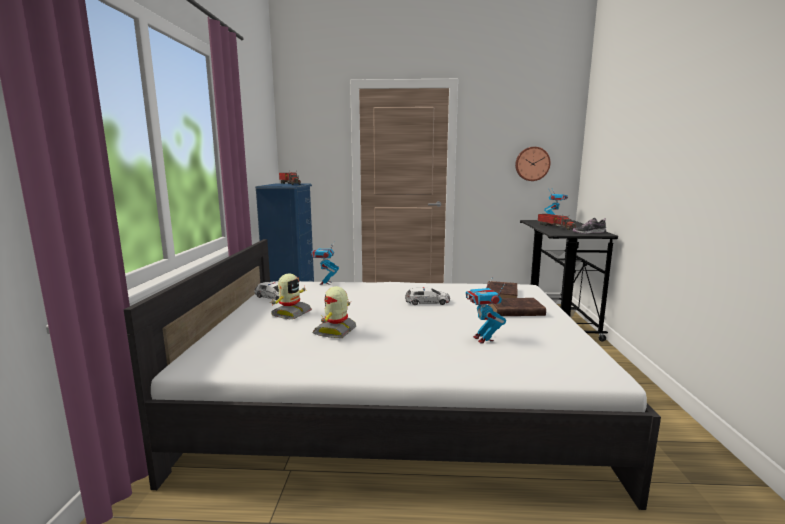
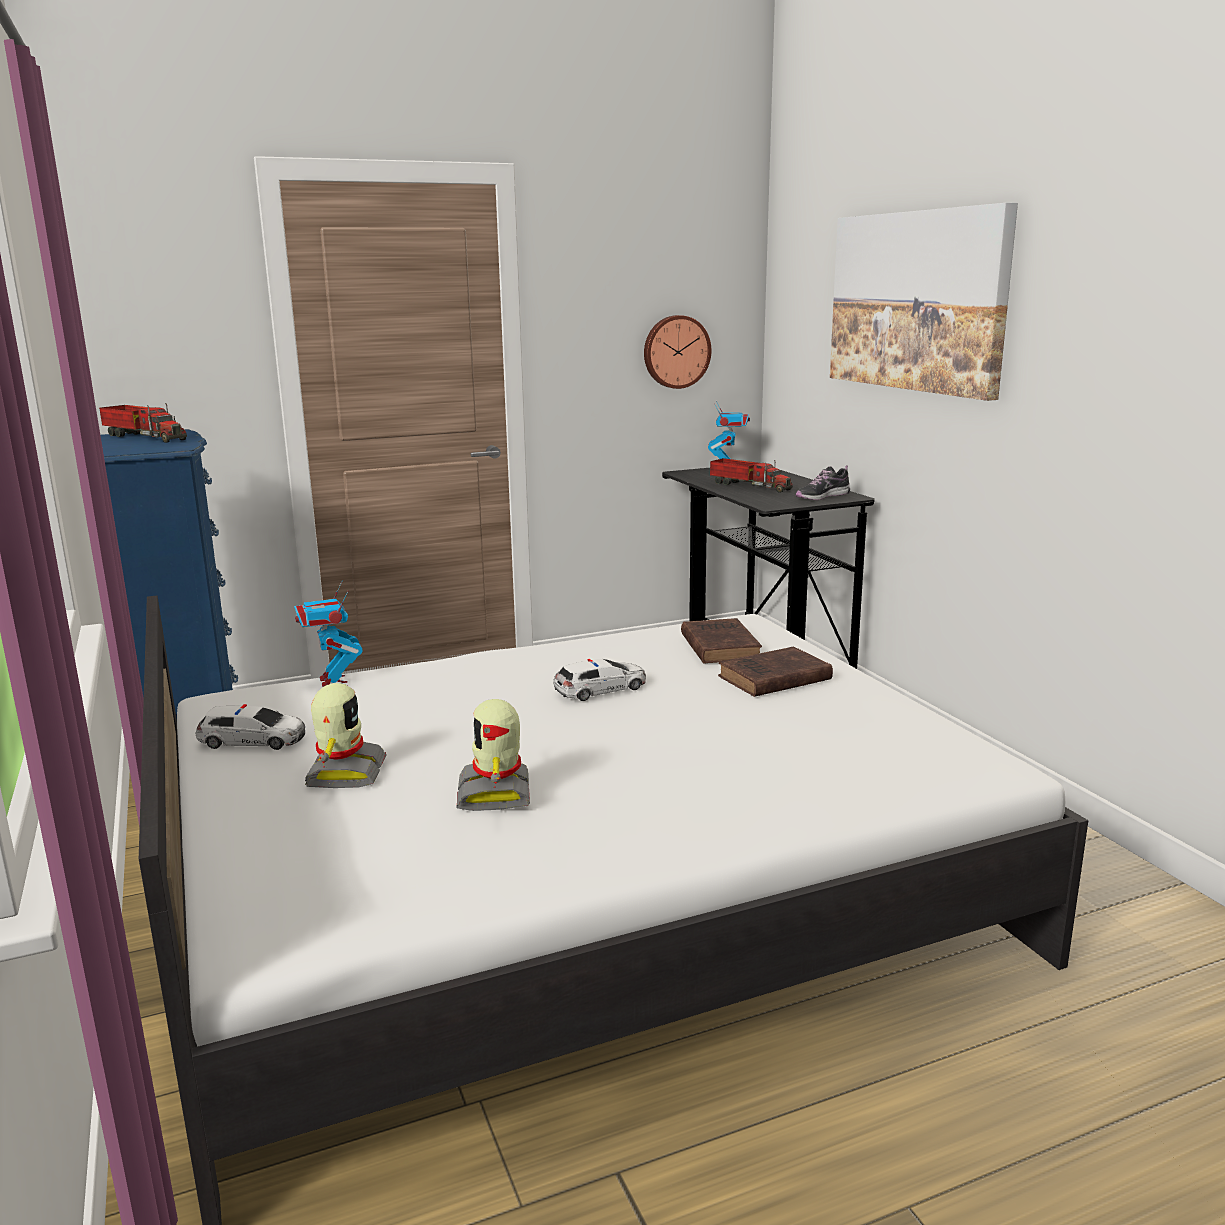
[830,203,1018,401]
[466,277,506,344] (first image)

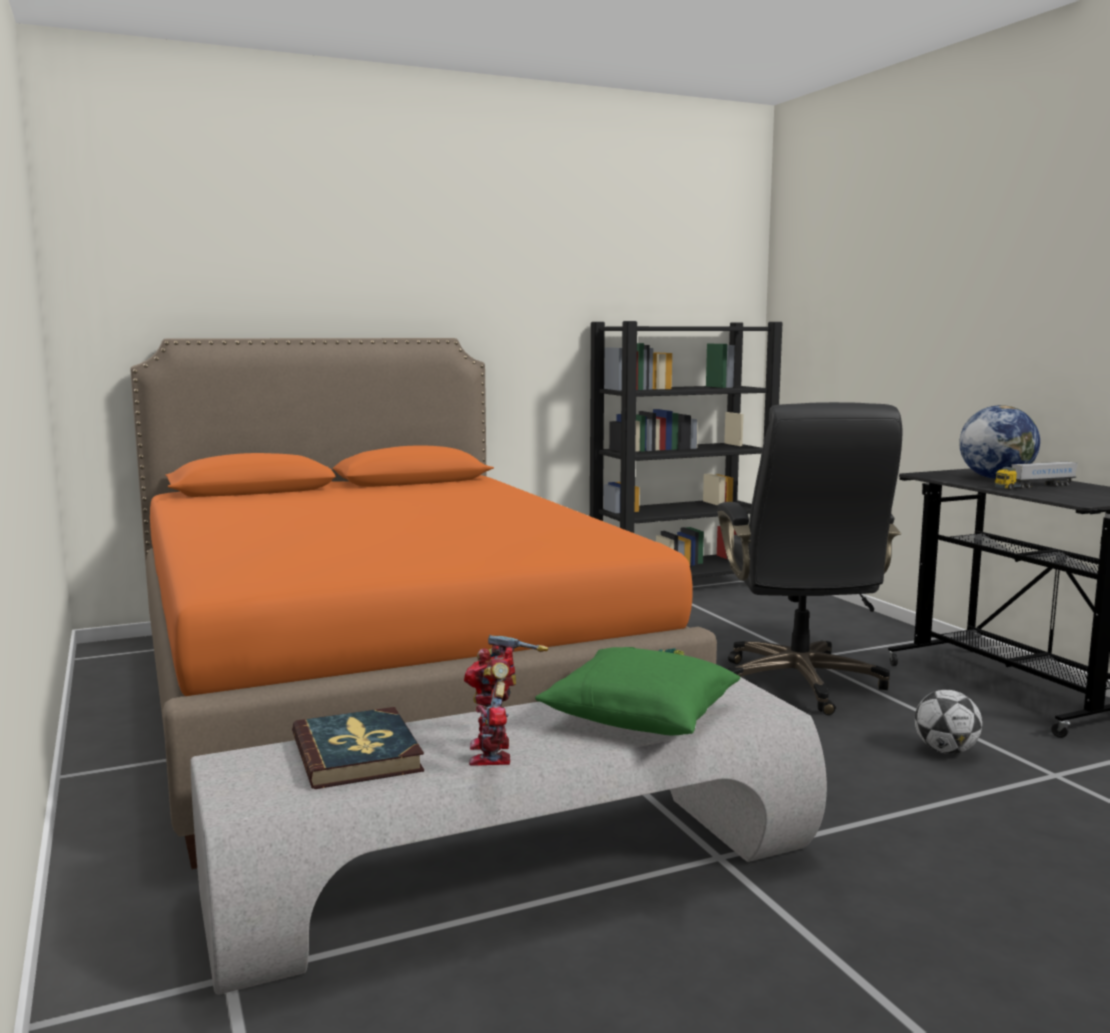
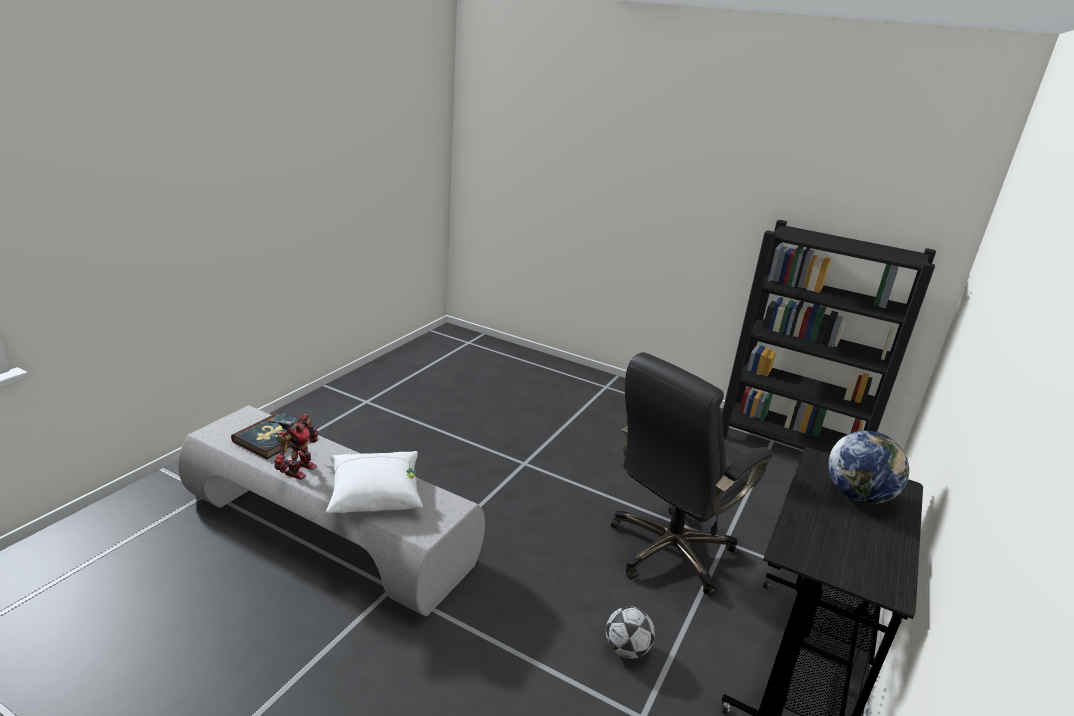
[269,414,318,480]
[326,451,423,514]
[130,338,717,869] (first image)
[995,461,1078,490] (first image)

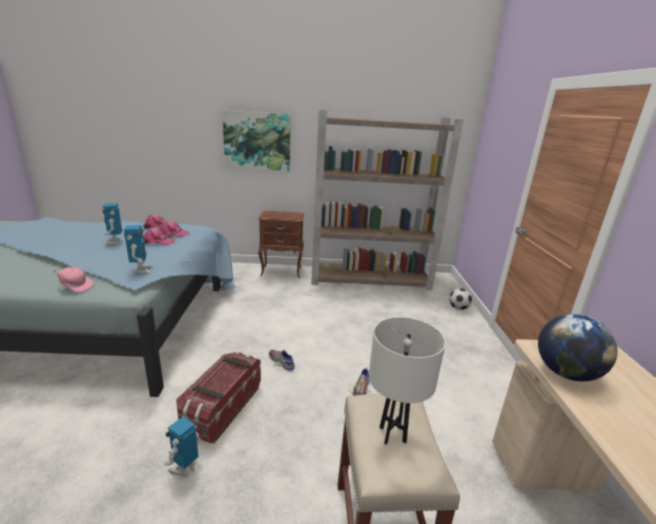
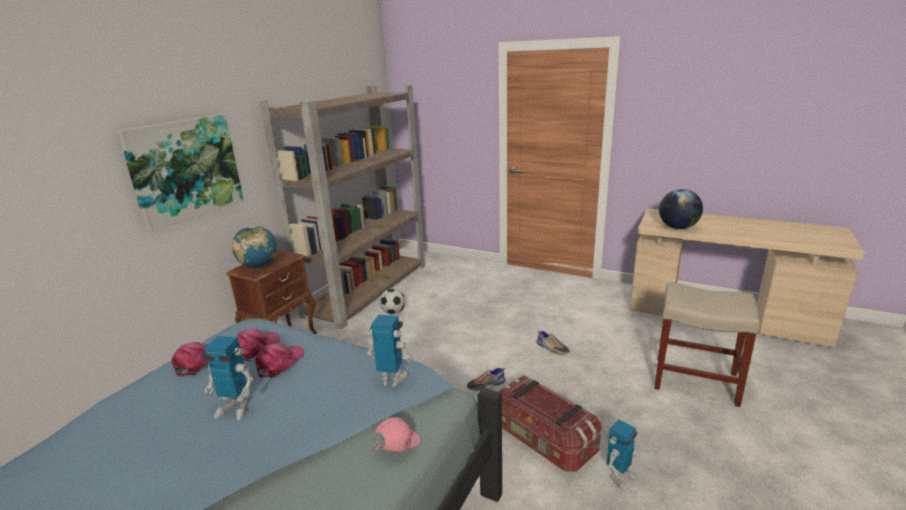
[232,226,277,268]
[379,289,405,314]
[606,420,638,492]
[369,317,446,445] (first image)

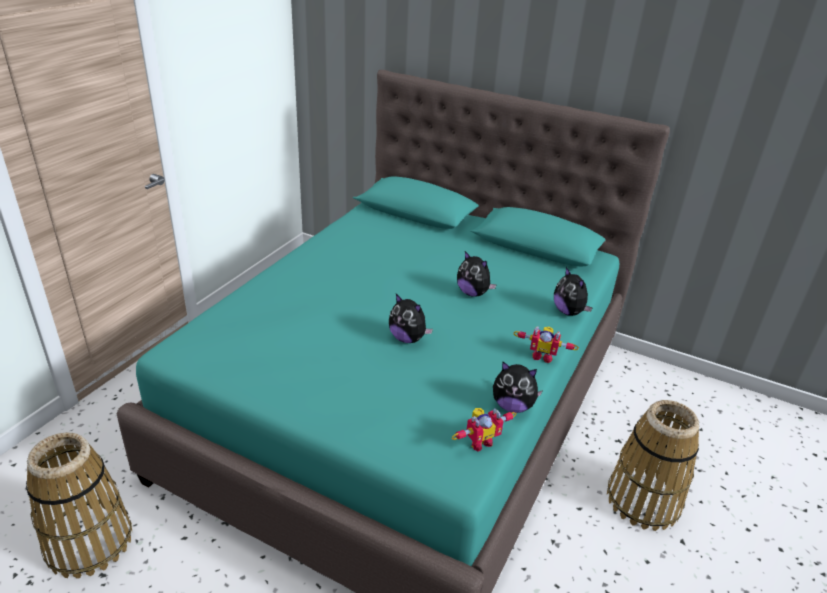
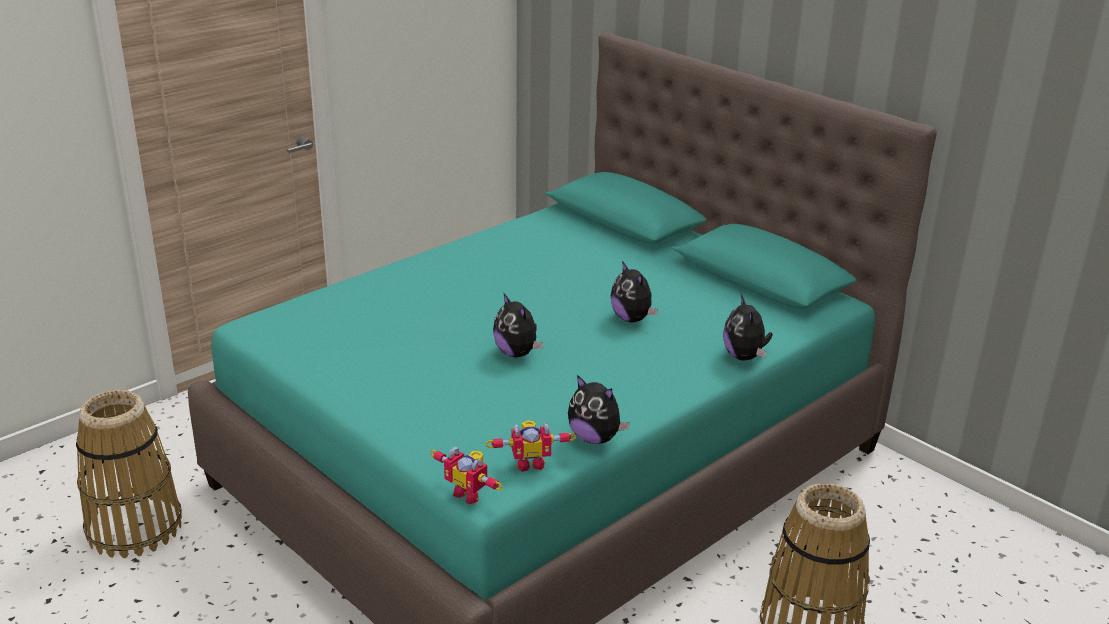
[430,447,503,504]

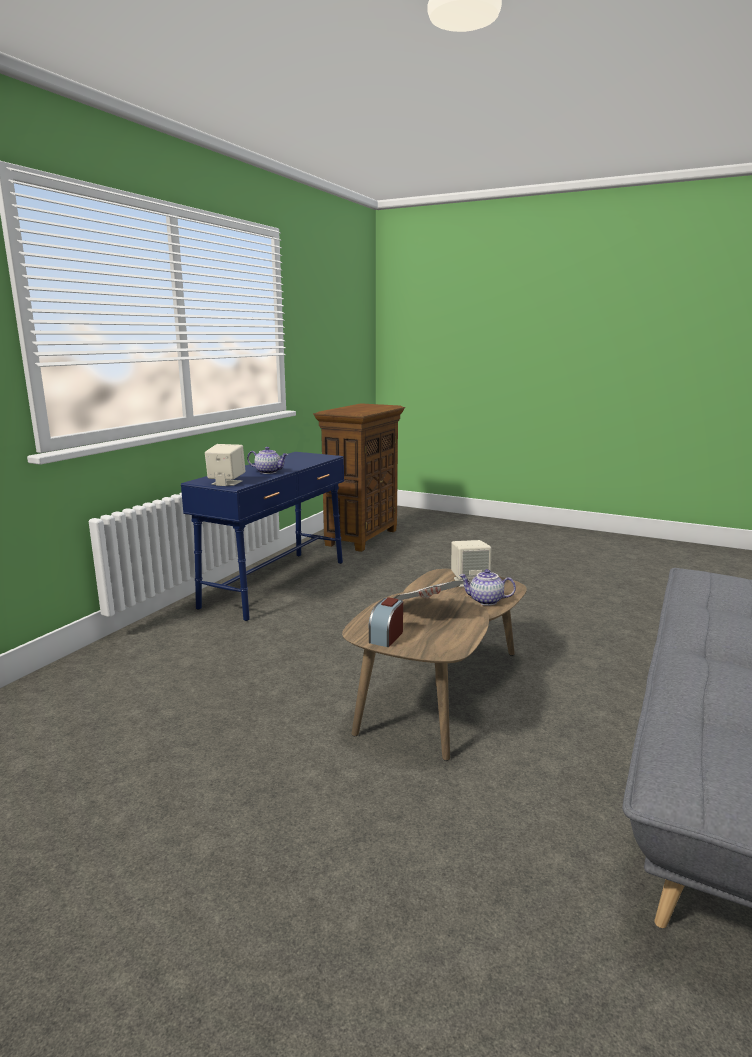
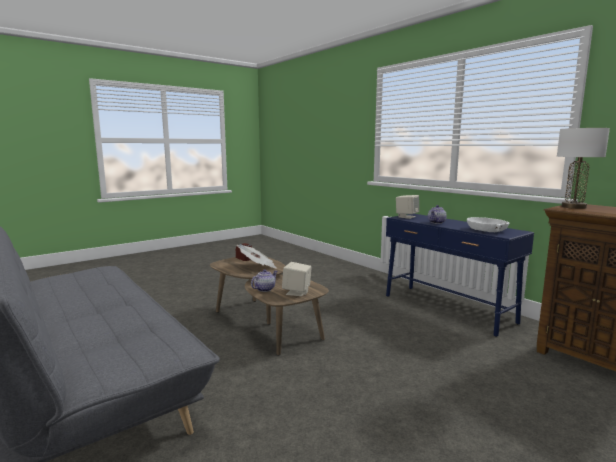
[467,217,509,232]
[557,128,610,209]

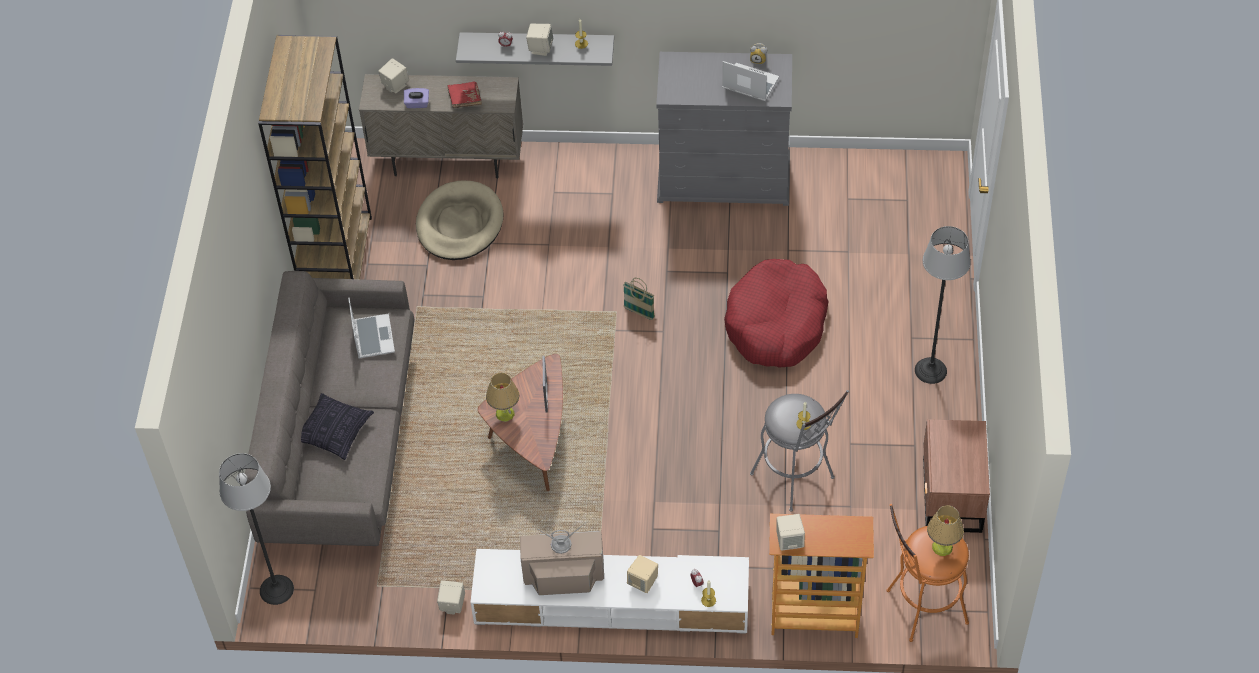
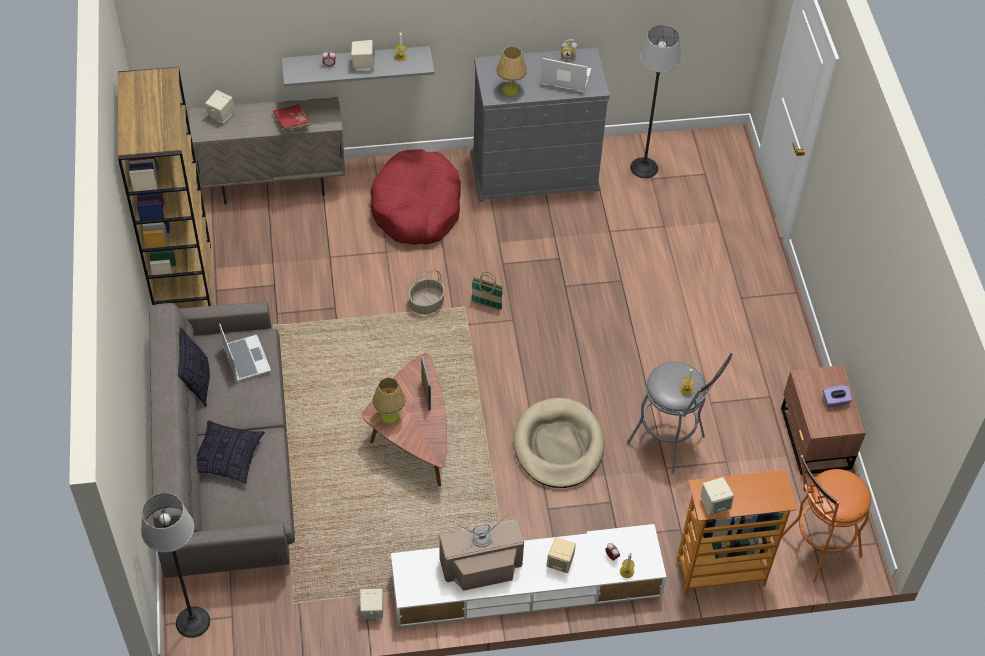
[178,327,210,407]
[370,149,461,245]
[408,269,445,314]
[496,46,527,96]
[514,398,604,488]
[630,25,681,178]
[823,385,852,408]

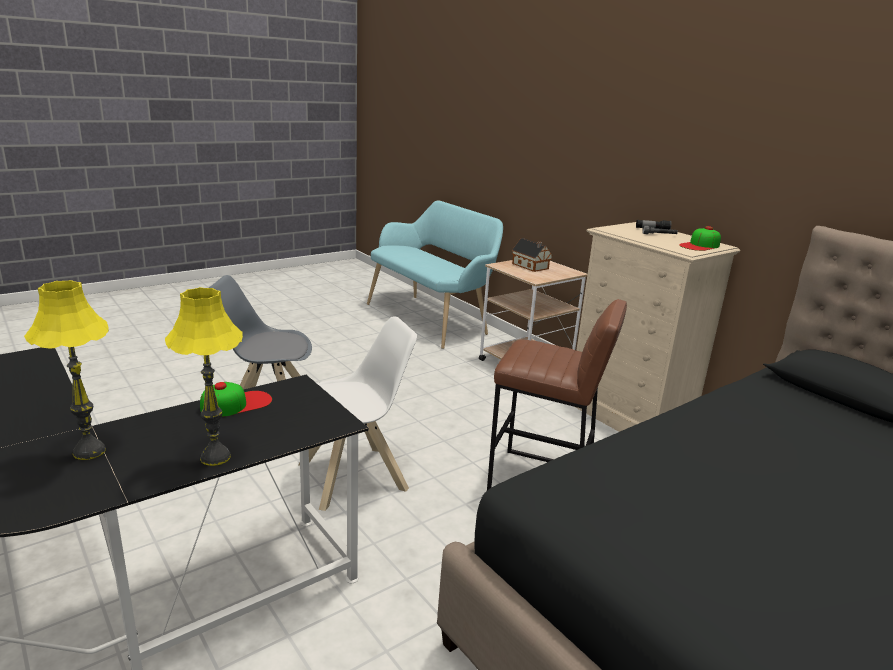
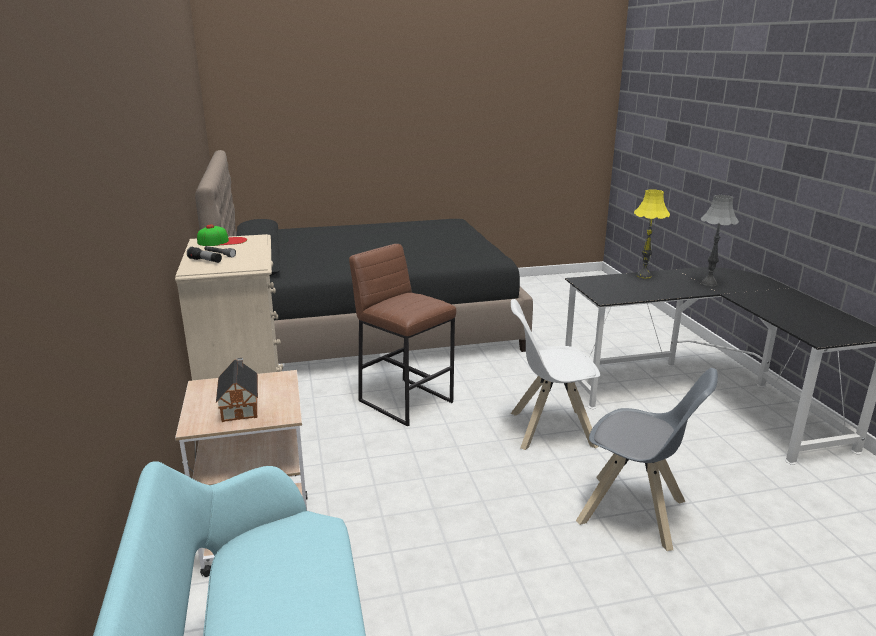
[701,195,739,287]
[200,382,272,417] (first image)

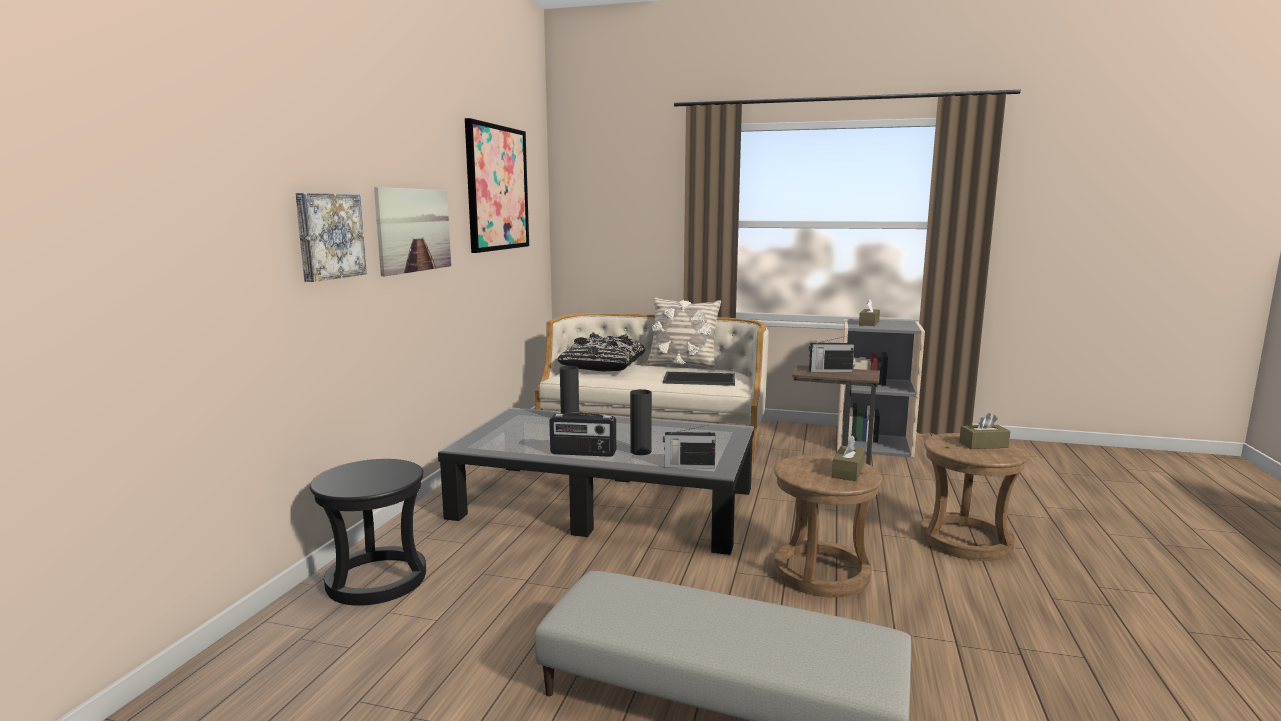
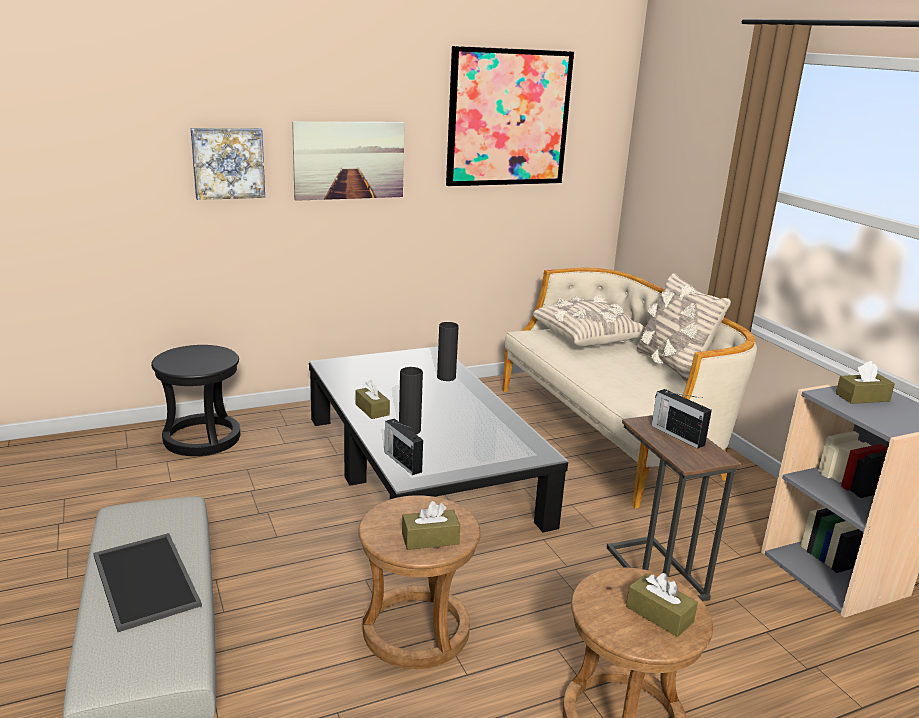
[93,533,202,632]
[355,380,390,419]
[533,295,645,347]

